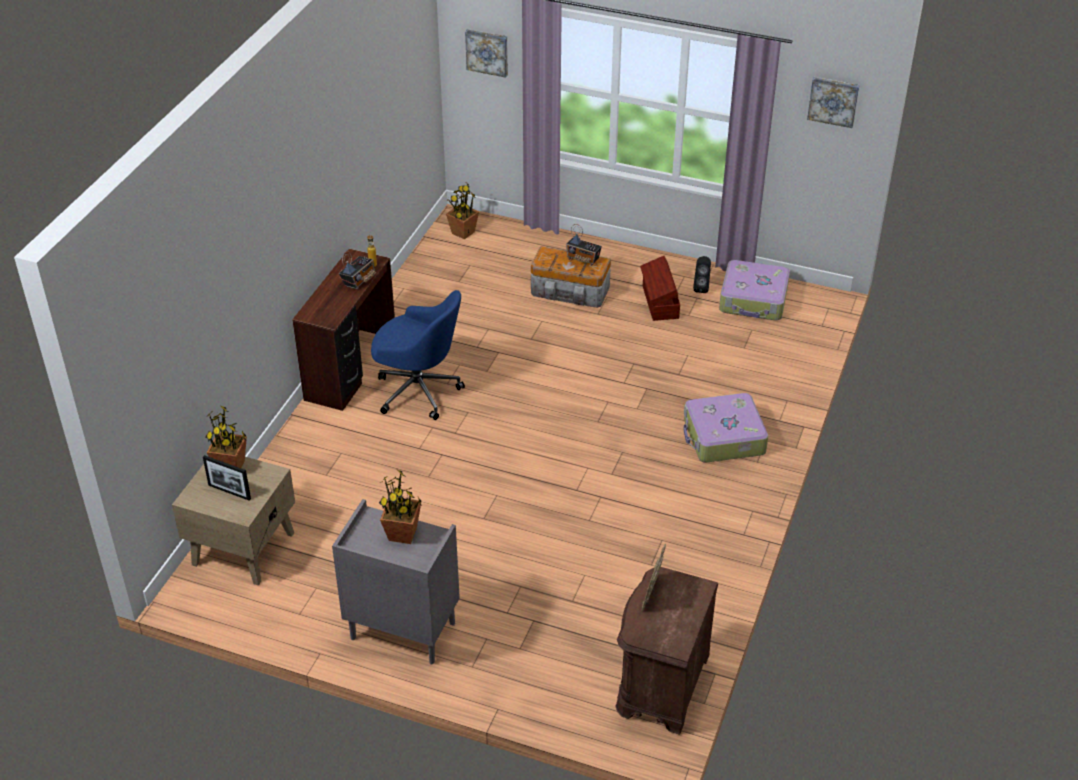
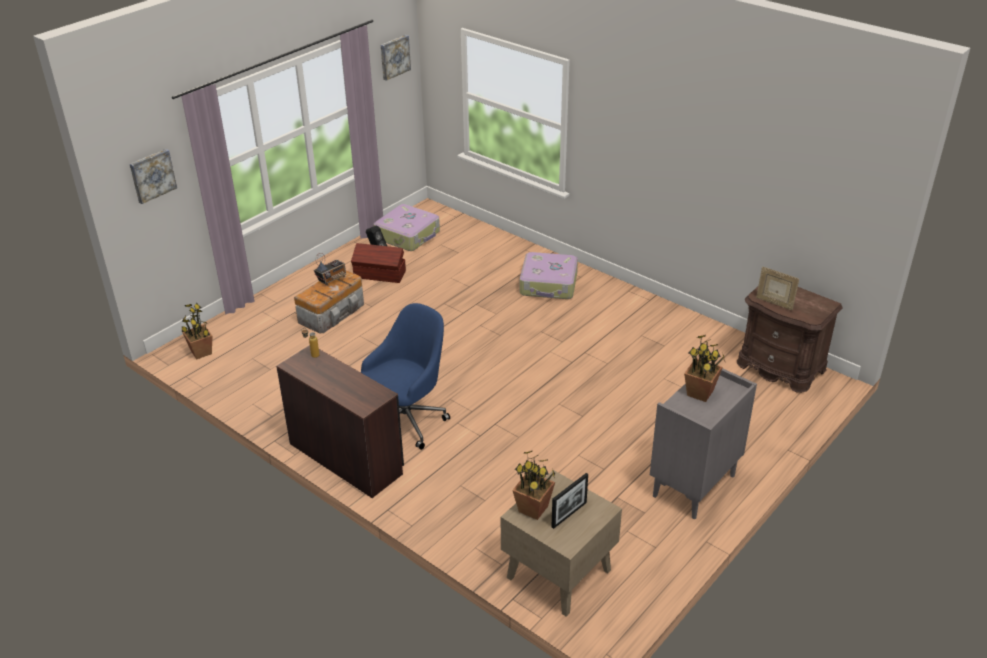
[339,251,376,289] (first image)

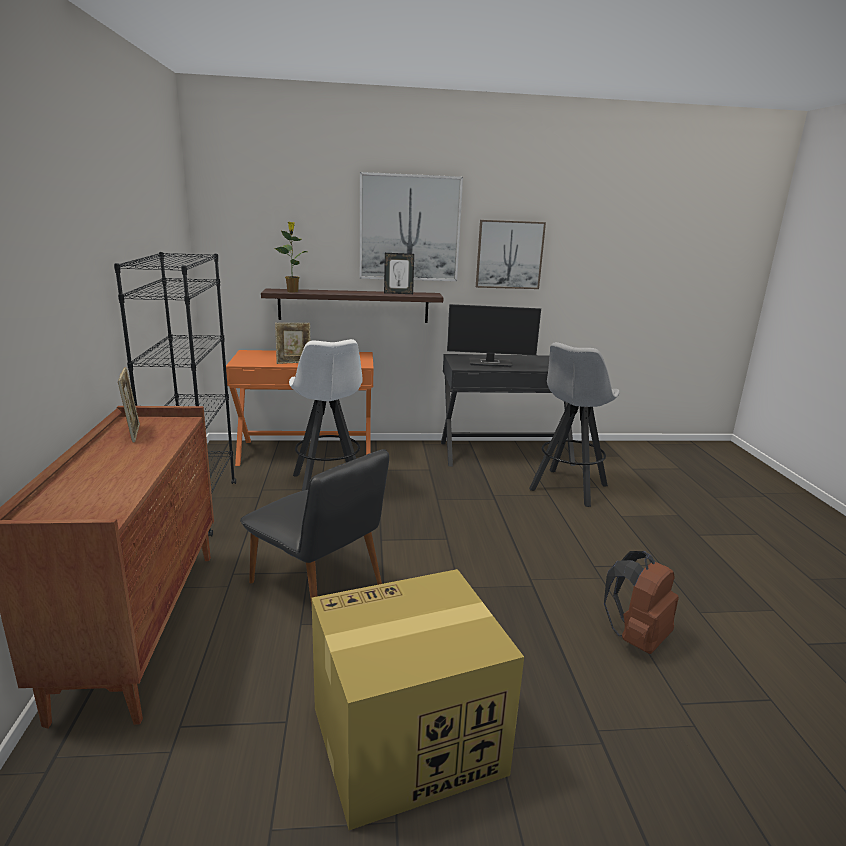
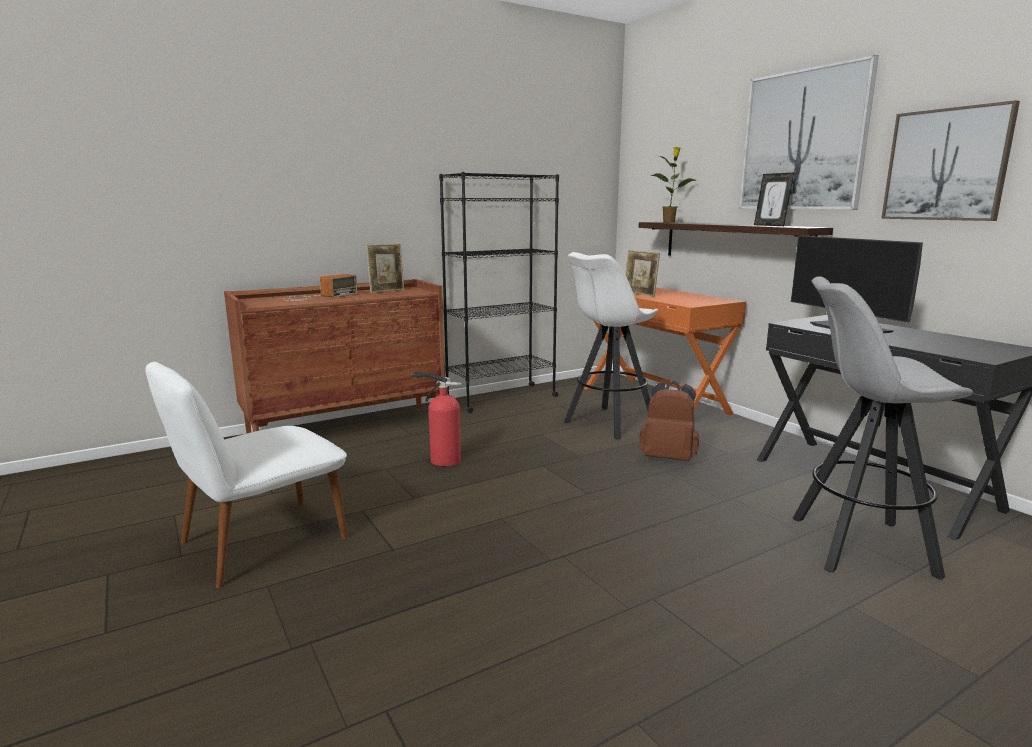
[145,361,348,588]
[283,274,357,301]
[411,372,462,466]
[639,381,699,461]

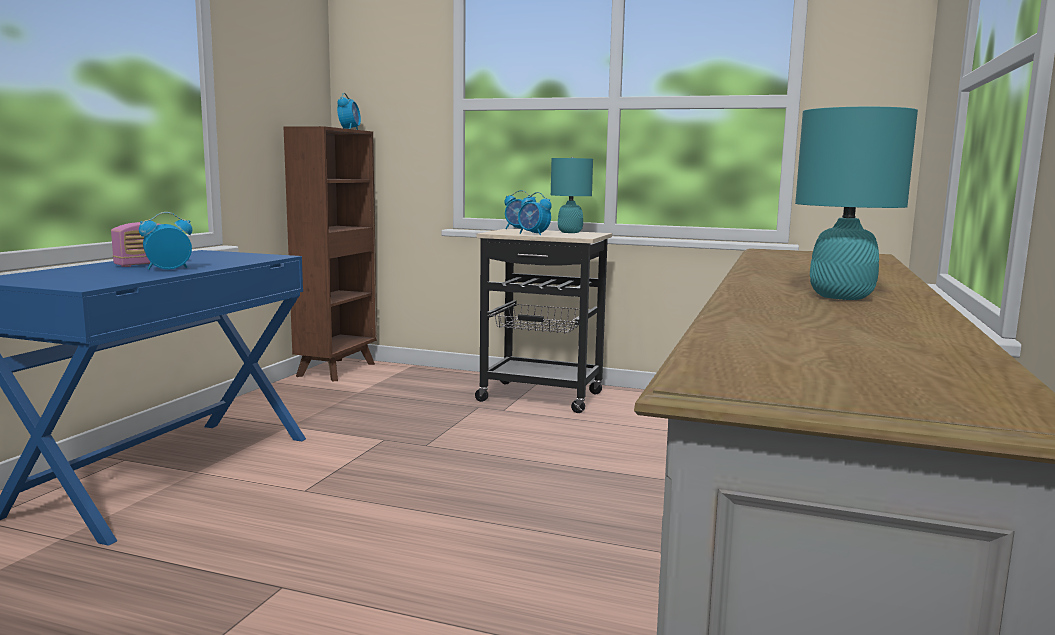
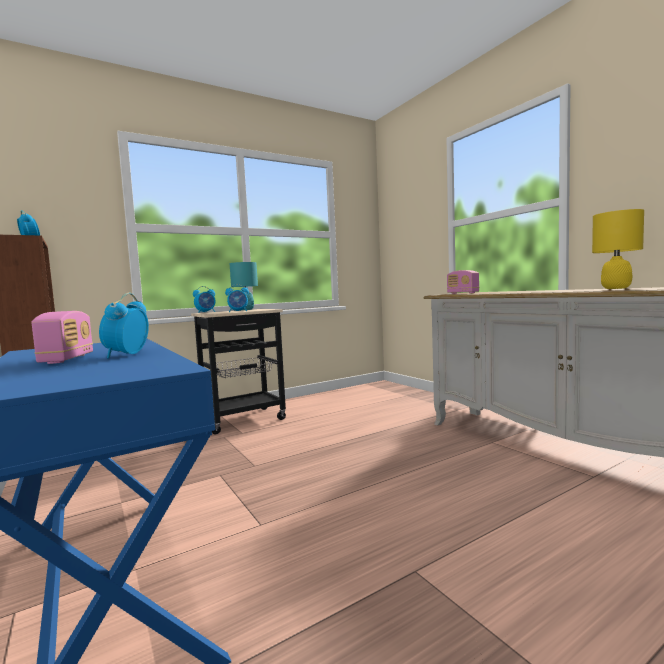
[447,270,479,294]
[592,209,644,289]

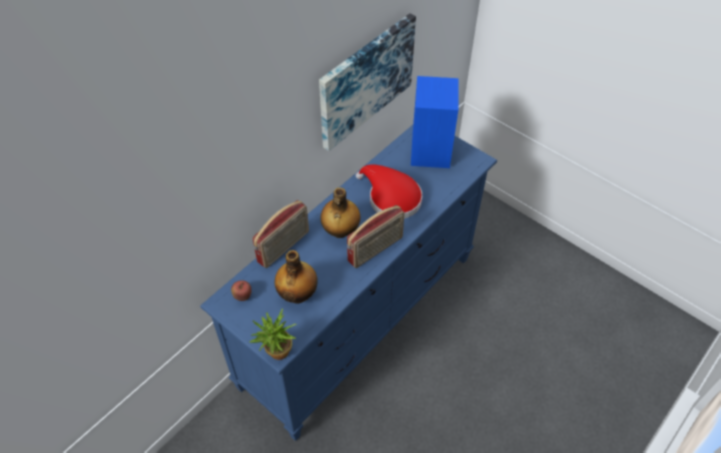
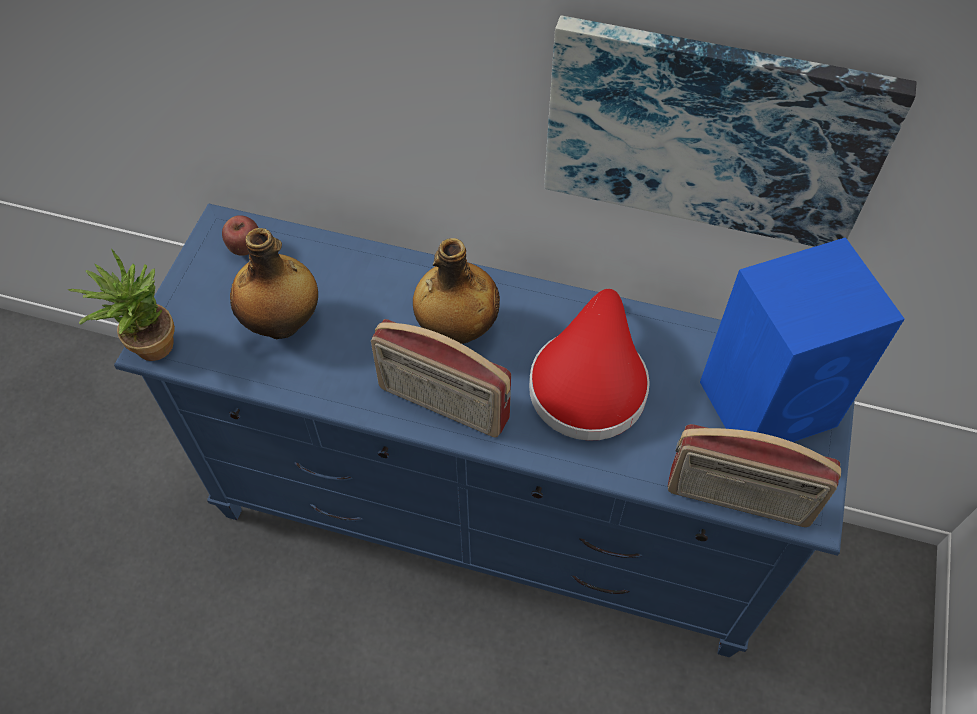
[668,424,841,527]

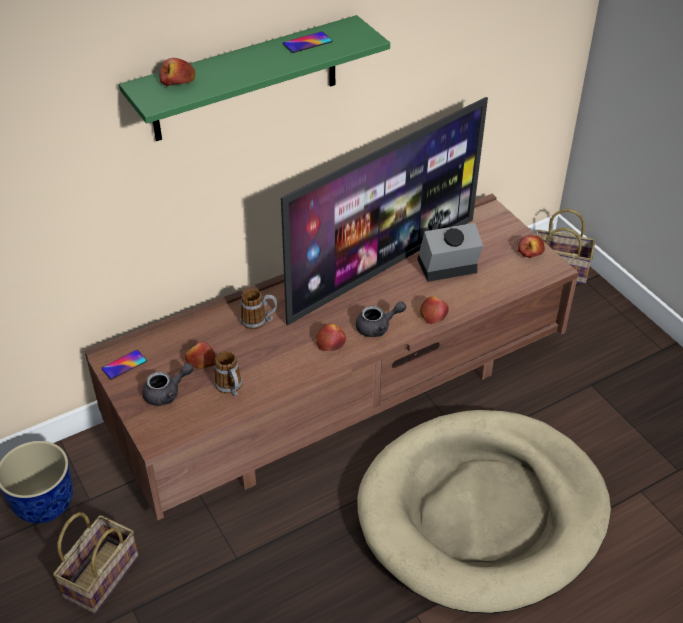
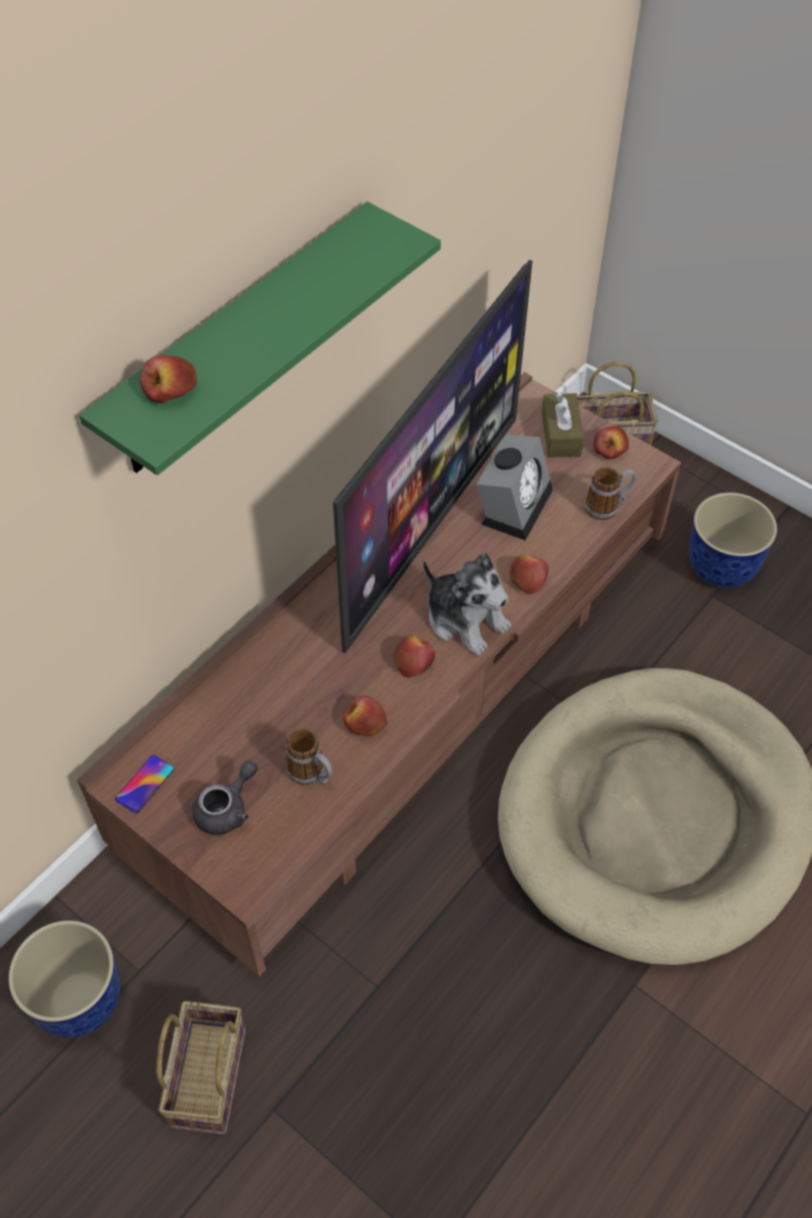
[343,696,387,736]
[423,552,511,656]
[476,434,553,540]
[542,393,584,458]
[584,467,637,520]
[689,492,777,588]
[283,32,332,53] (first image)

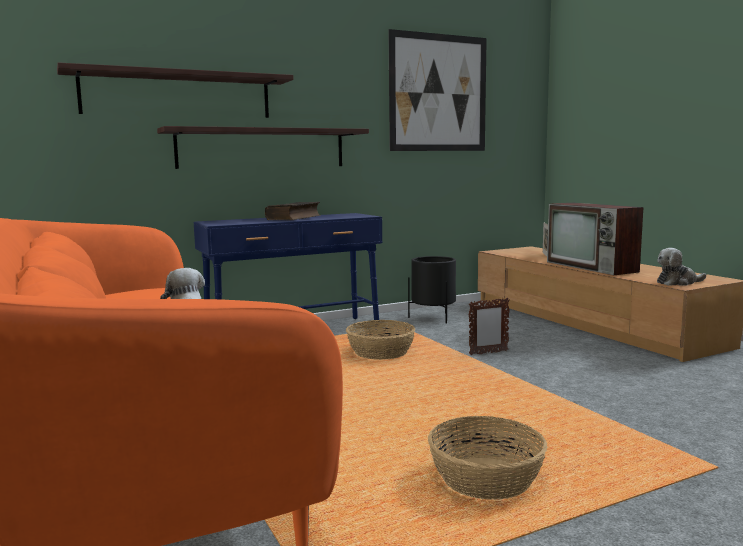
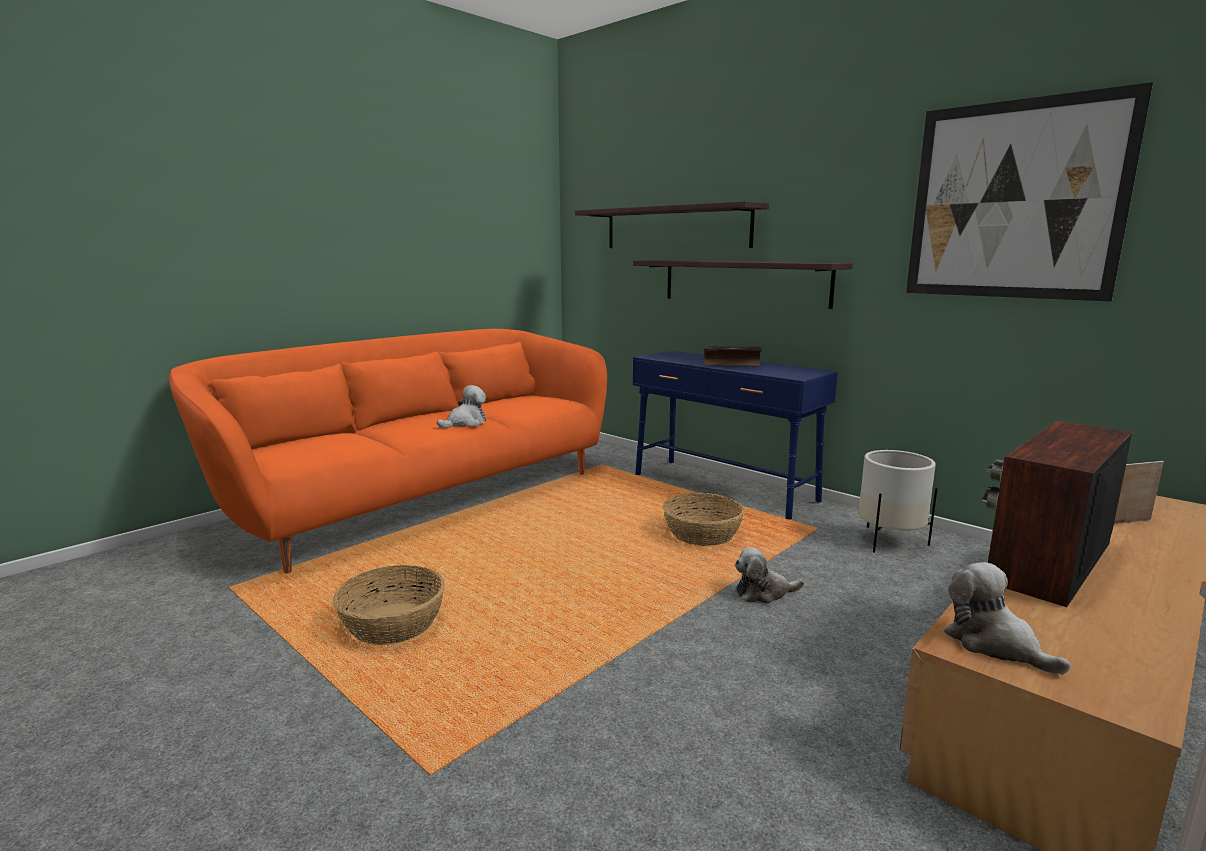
[735,547,804,604]
[858,450,937,553]

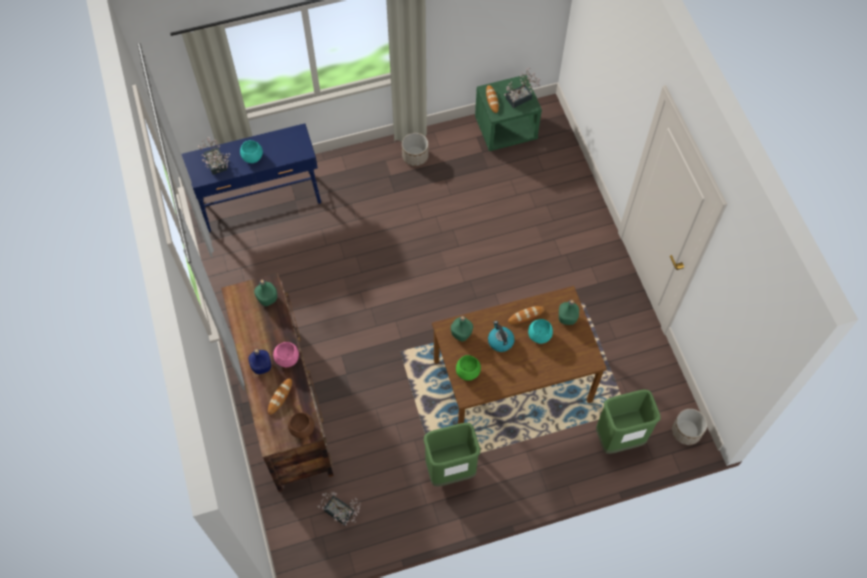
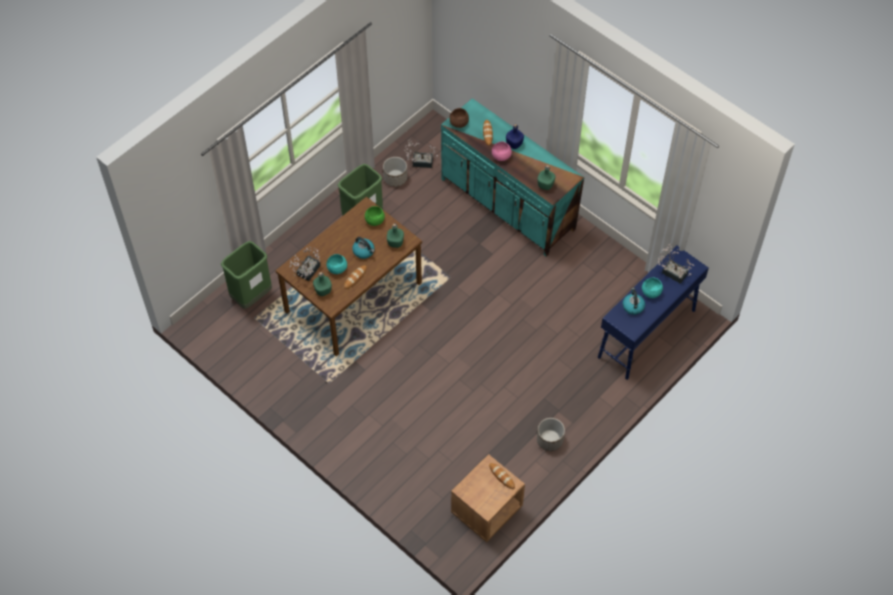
[290,247,320,281]
[383,157,407,187]
[441,98,585,257]
[451,454,525,543]
[623,288,645,315]

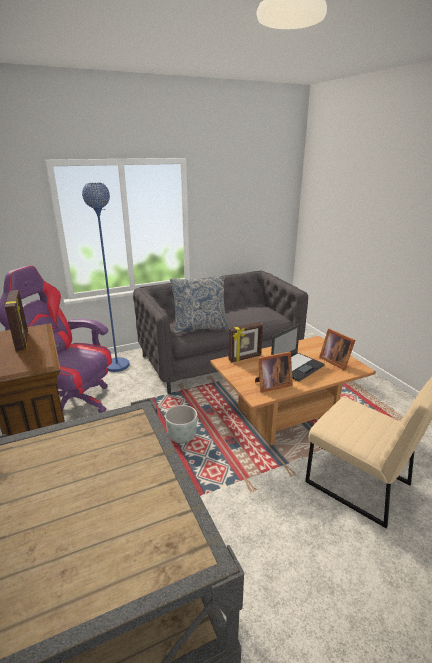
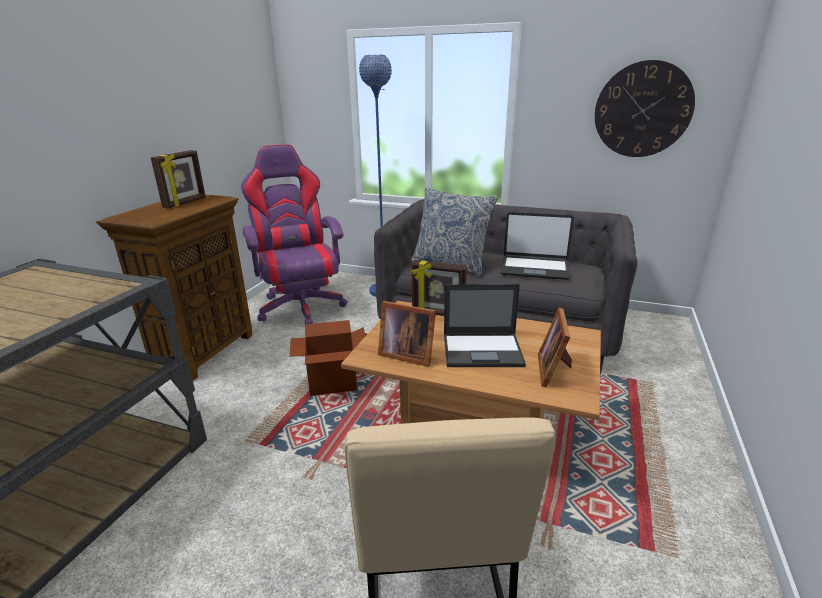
[290,320,366,396]
[500,212,574,280]
[595,60,695,157]

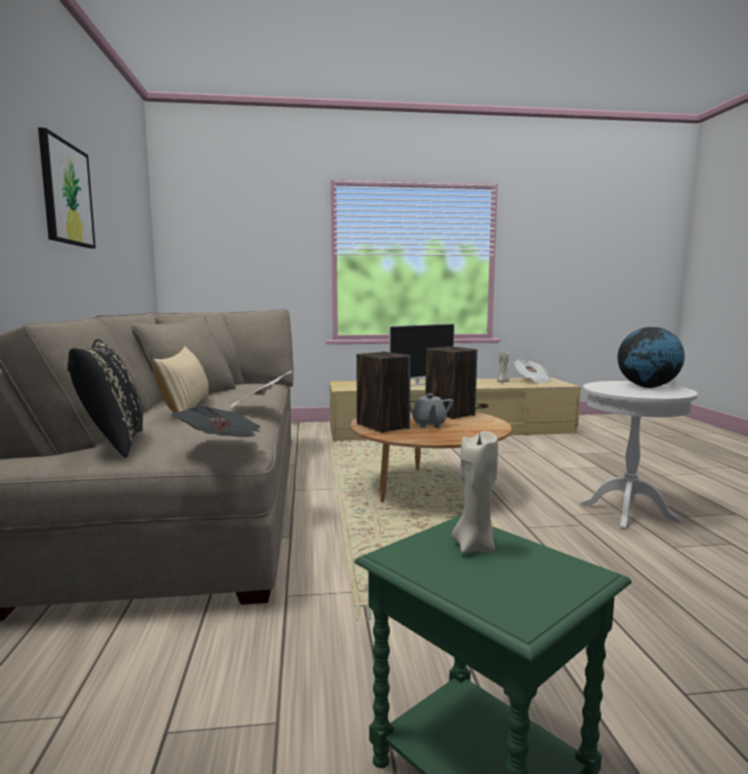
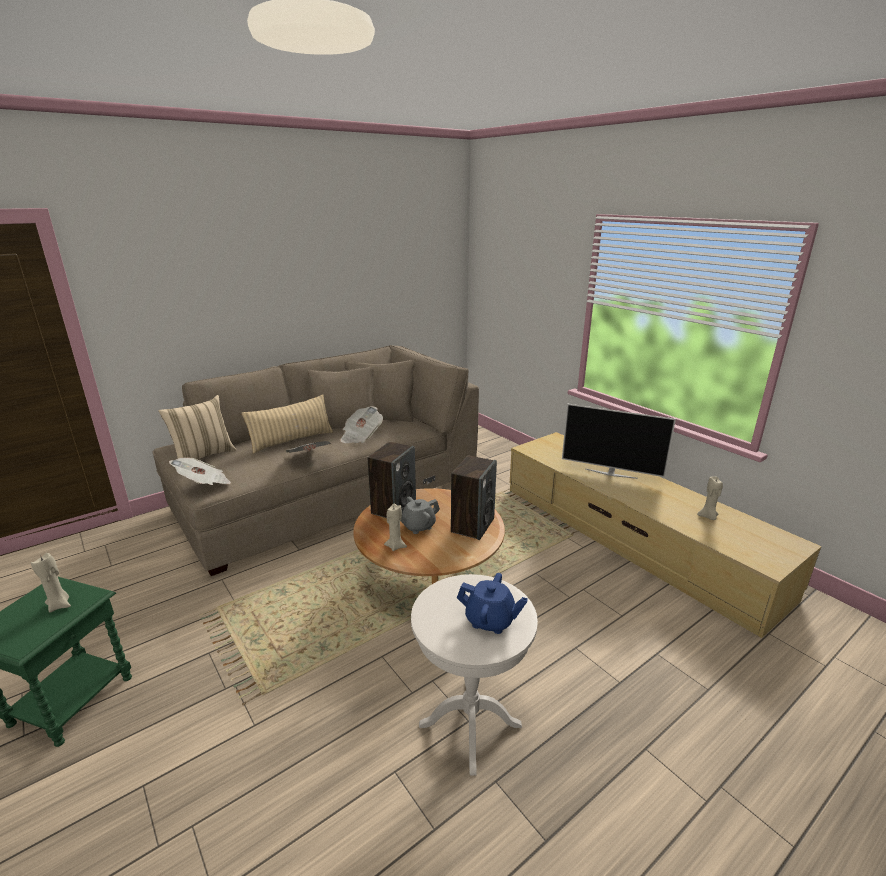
[158,395,237,460]
[340,406,383,443]
[384,504,407,551]
[457,573,528,634]
[38,128,96,248] (first image)

